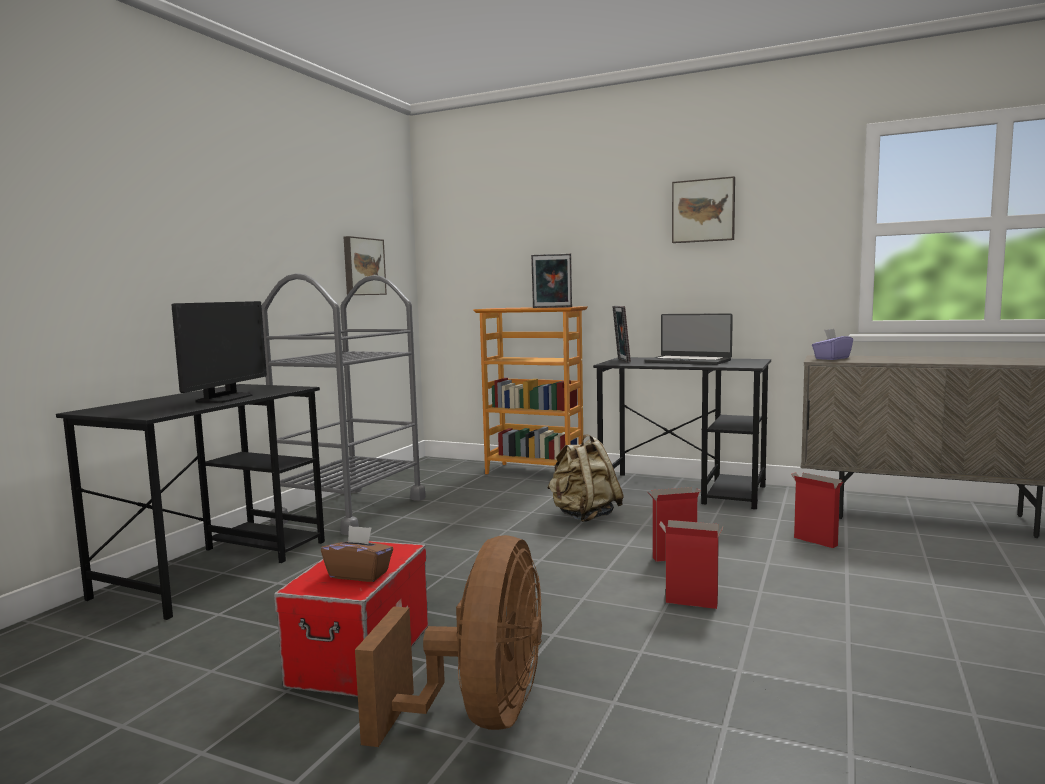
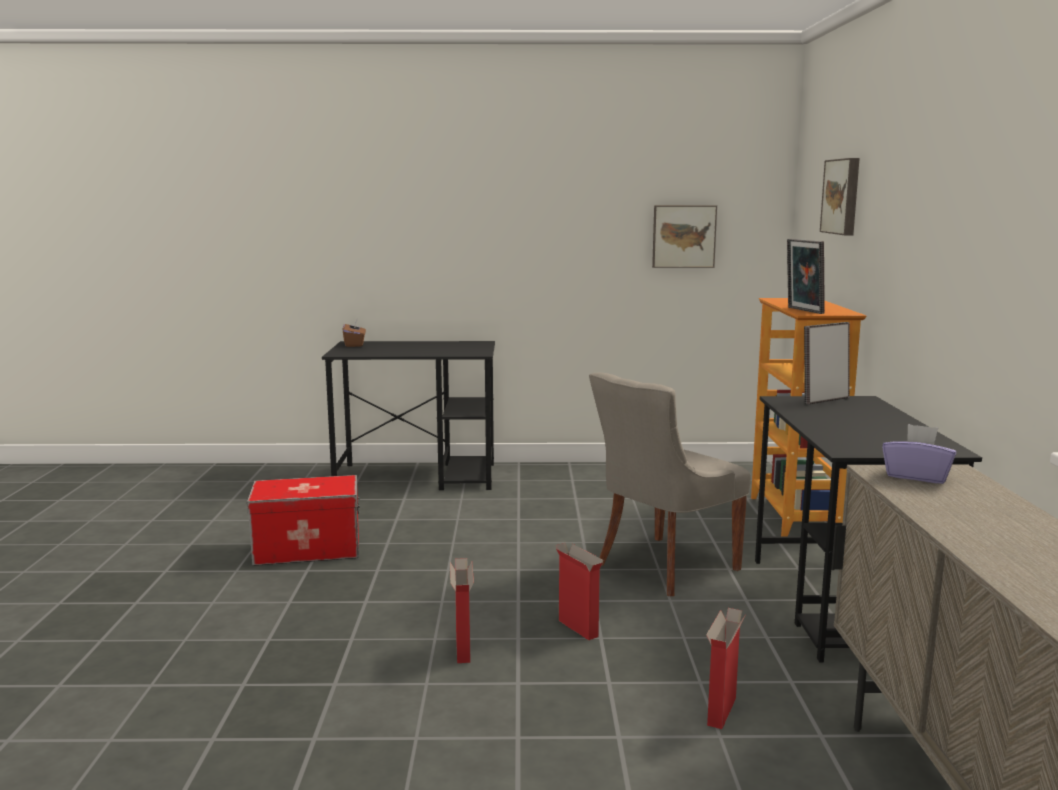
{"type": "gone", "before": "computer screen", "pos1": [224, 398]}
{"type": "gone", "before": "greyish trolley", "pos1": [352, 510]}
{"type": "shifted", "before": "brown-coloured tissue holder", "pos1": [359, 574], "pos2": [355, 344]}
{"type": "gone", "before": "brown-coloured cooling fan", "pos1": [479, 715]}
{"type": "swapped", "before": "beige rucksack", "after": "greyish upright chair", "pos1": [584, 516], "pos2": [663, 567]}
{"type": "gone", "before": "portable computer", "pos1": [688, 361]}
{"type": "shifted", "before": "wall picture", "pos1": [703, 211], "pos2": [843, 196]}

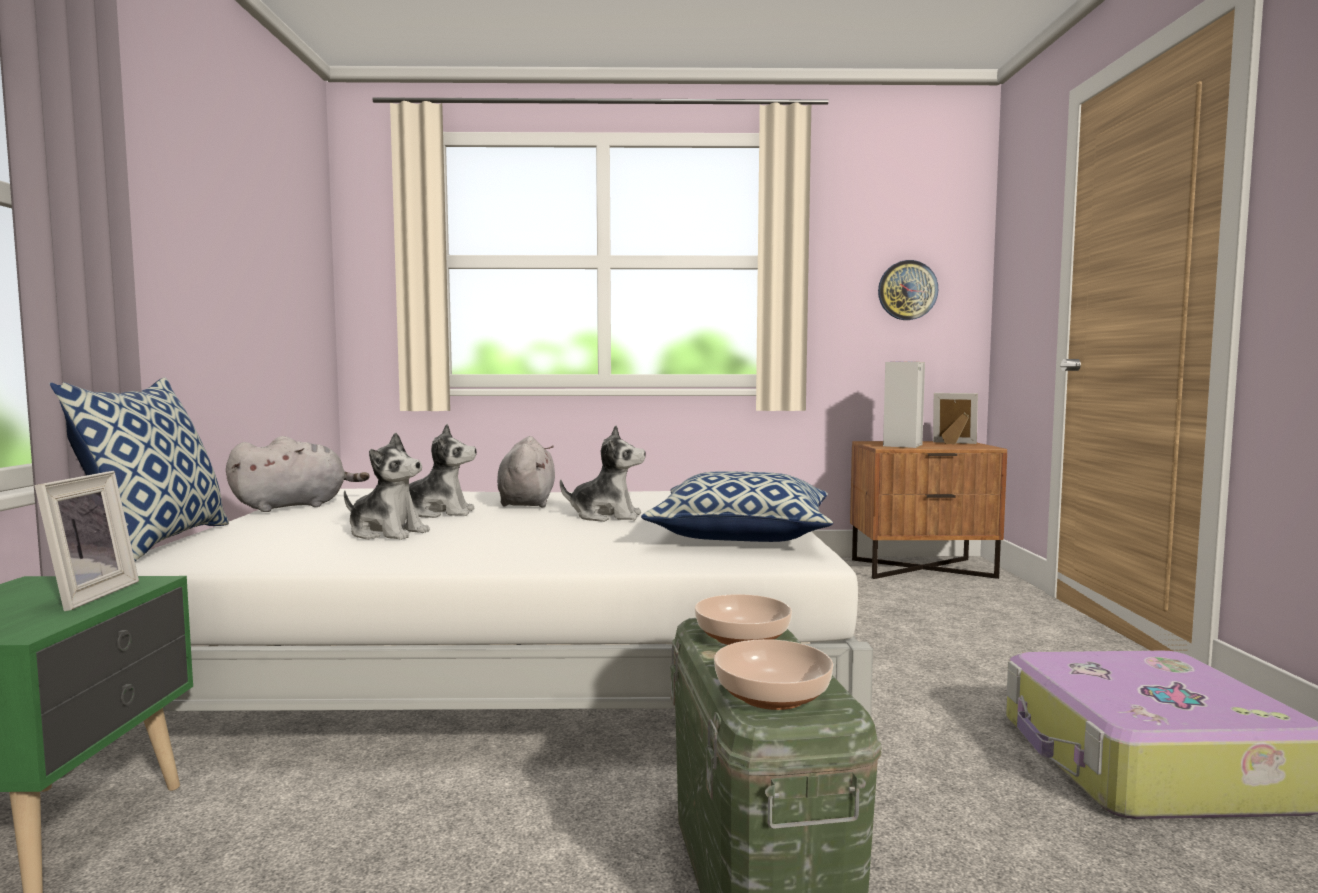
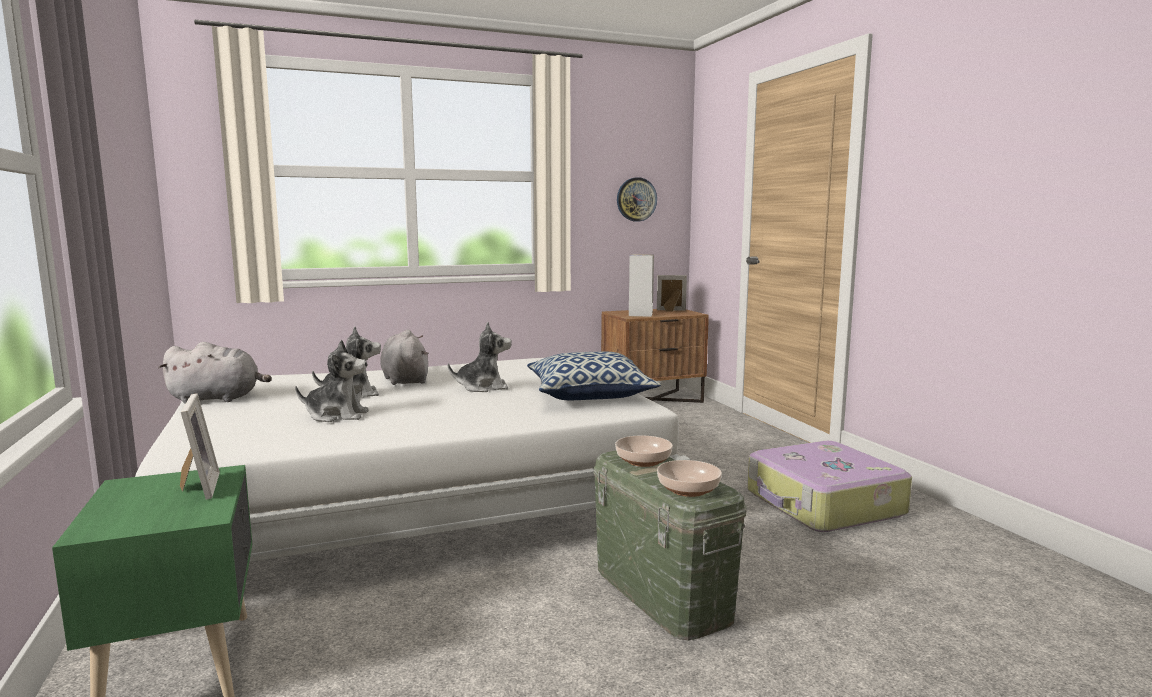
{"type": "gone", "before": "throw pillow", "pos1": [155, 542]}
{"type": "rotated", "before": "greyish cuddly toy", "pos1": [295, 506], "pos2": [218, 399], "turn": 45}

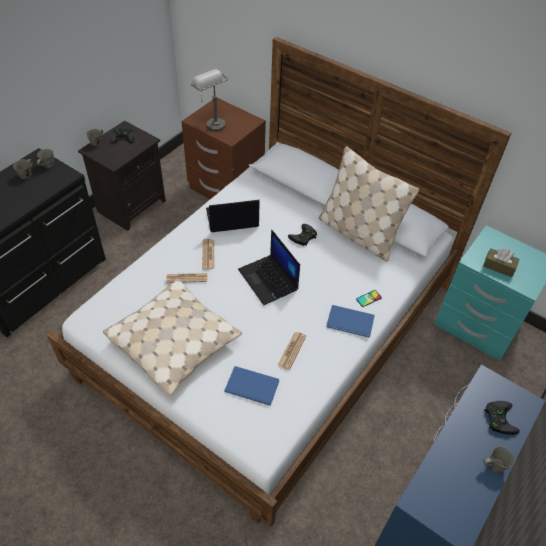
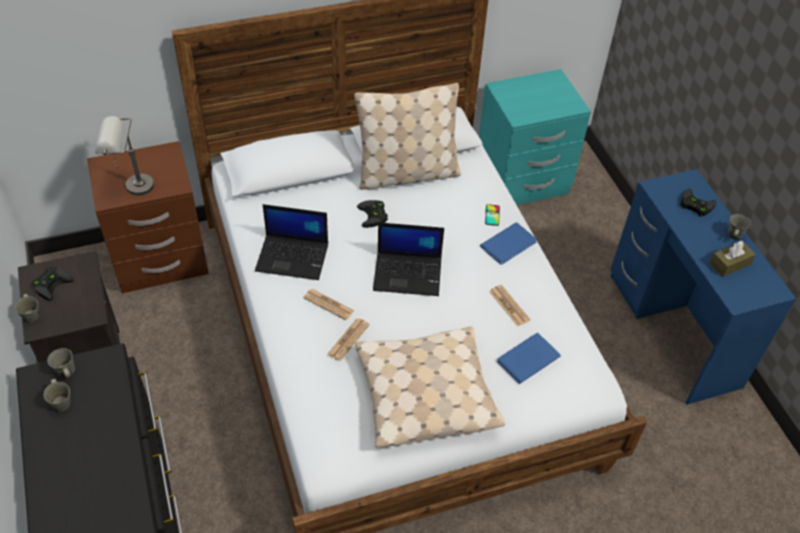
{"type": "rotated", "before": "portable computer", "pos1": [231, 218], "pos2": [293, 257], "turn": -105}
{"type": "shifted", "before": "brown-coloured tissue holder", "pos1": [499, 266], "pos2": [729, 264]}

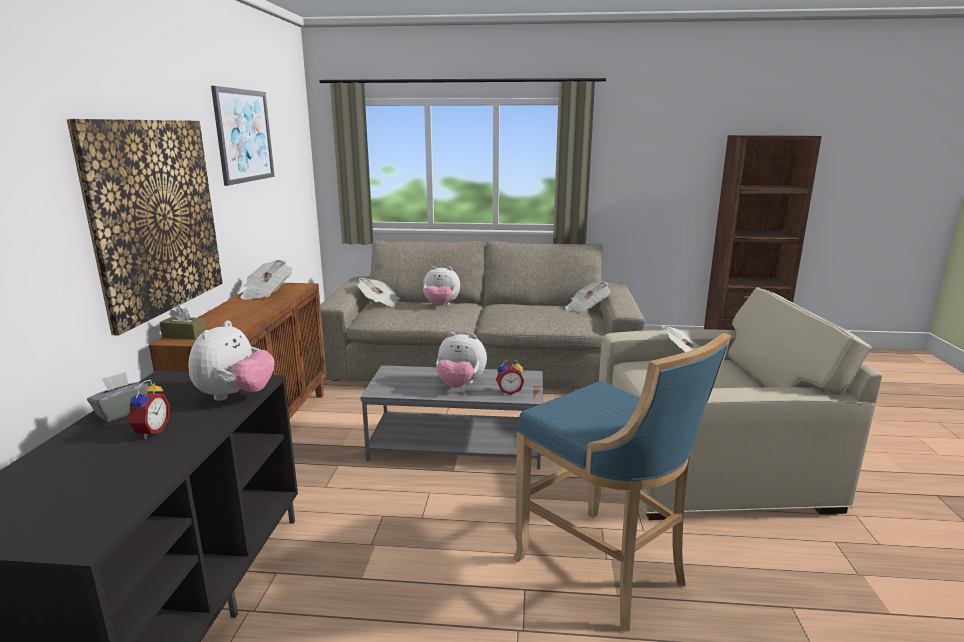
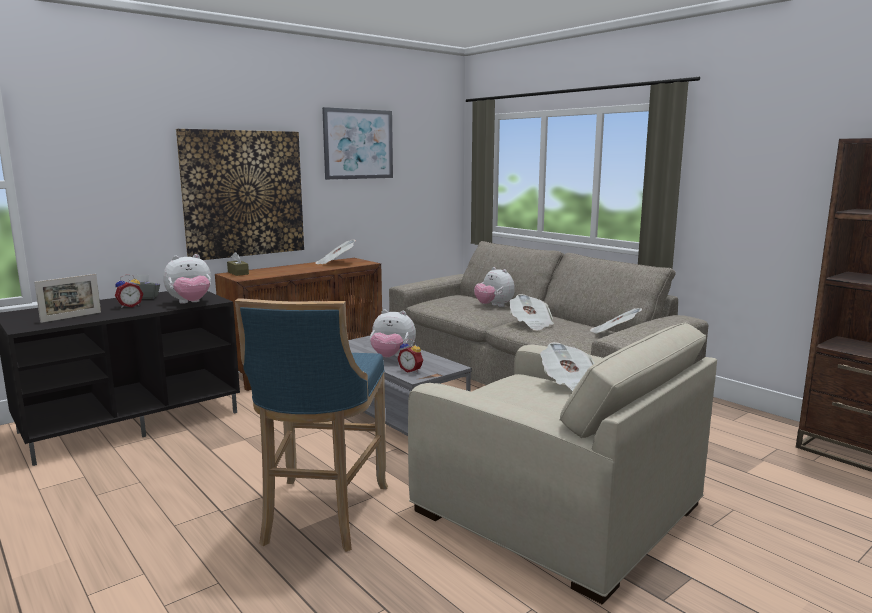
{"type": "shifted", "before": "newspaper", "pos1": [379, 303], "pos2": [531, 324]}
{"type": "rotated", "before": "cuddly toy", "pos1": [460, 385], "pos2": [392, 357], "turn": -45}
{"type": "new", "after": "standing frame", "pos2": [71, 317]}

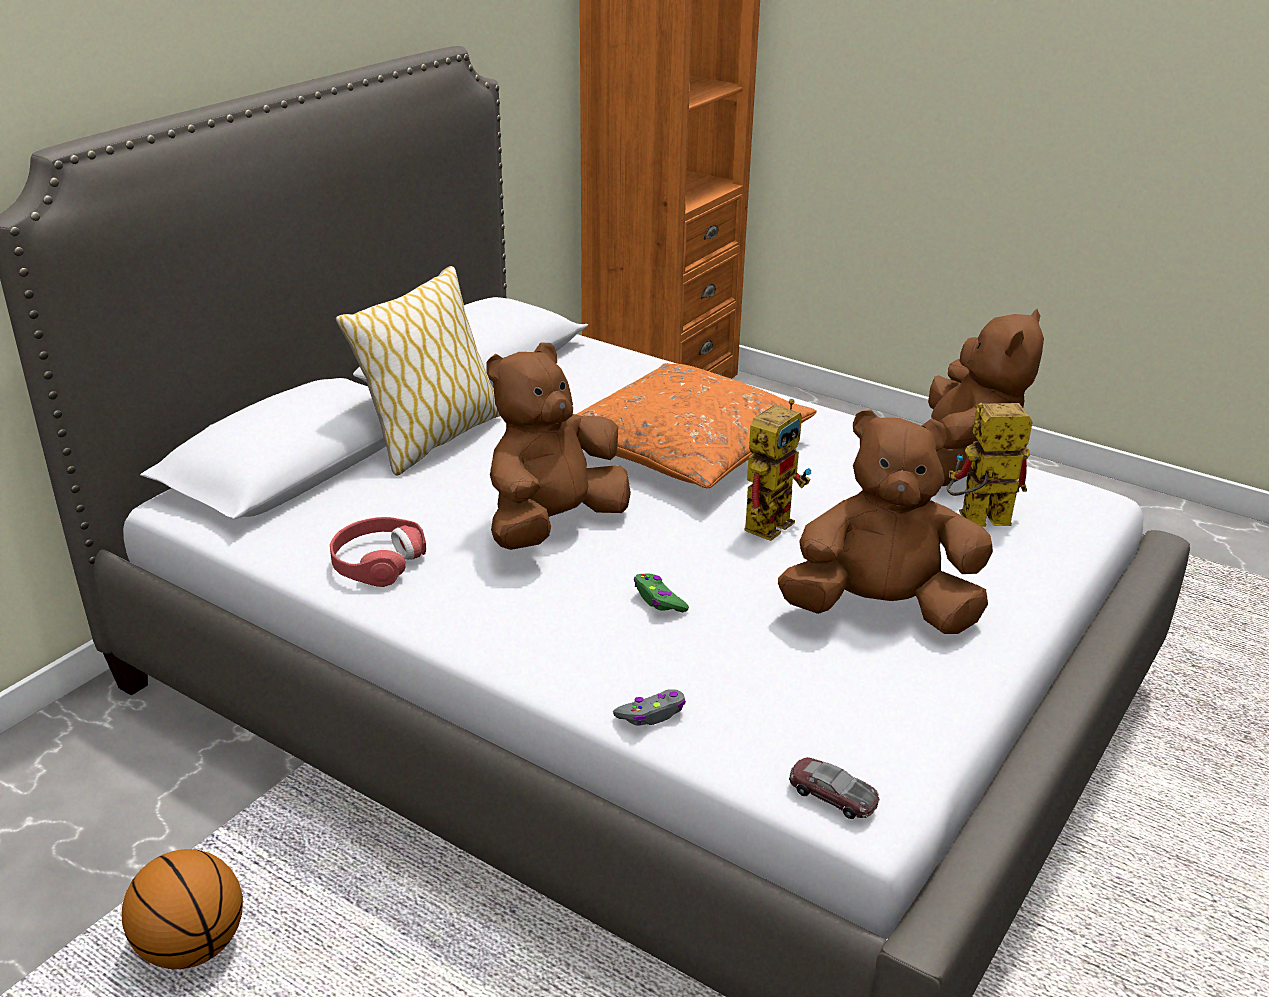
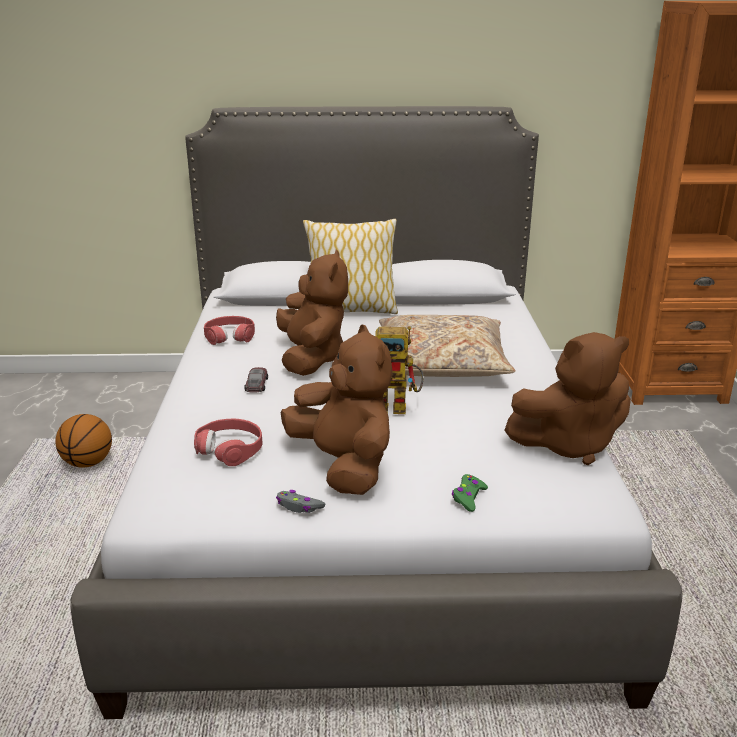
{"type": "rotated", "before": "brown-coloured cuddly toy", "pos1": [553, 525], "pos2": [311, 358], "turn": 75}
{"type": "repainted", "before": "orange-coloured throw pillow", "after": "beige throw pillow", "pos1": [684, 447], "pos2": [441, 362]}
{"type": "shifted", "before": "greyish joypad", "pos1": [652, 714], "pos2": [299, 506]}
{"type": "shifted", "before": "greenish joypad", "pos1": [659, 600], "pos2": [468, 497]}
{"type": "shifted", "before": "model car", "pos1": [832, 795], "pos2": [256, 384]}
{"type": "gone", "before": "toy robot", "pos1": [975, 522]}
{"type": "new", "after": "red-coloured pair of headphones", "pos2": [230, 449]}

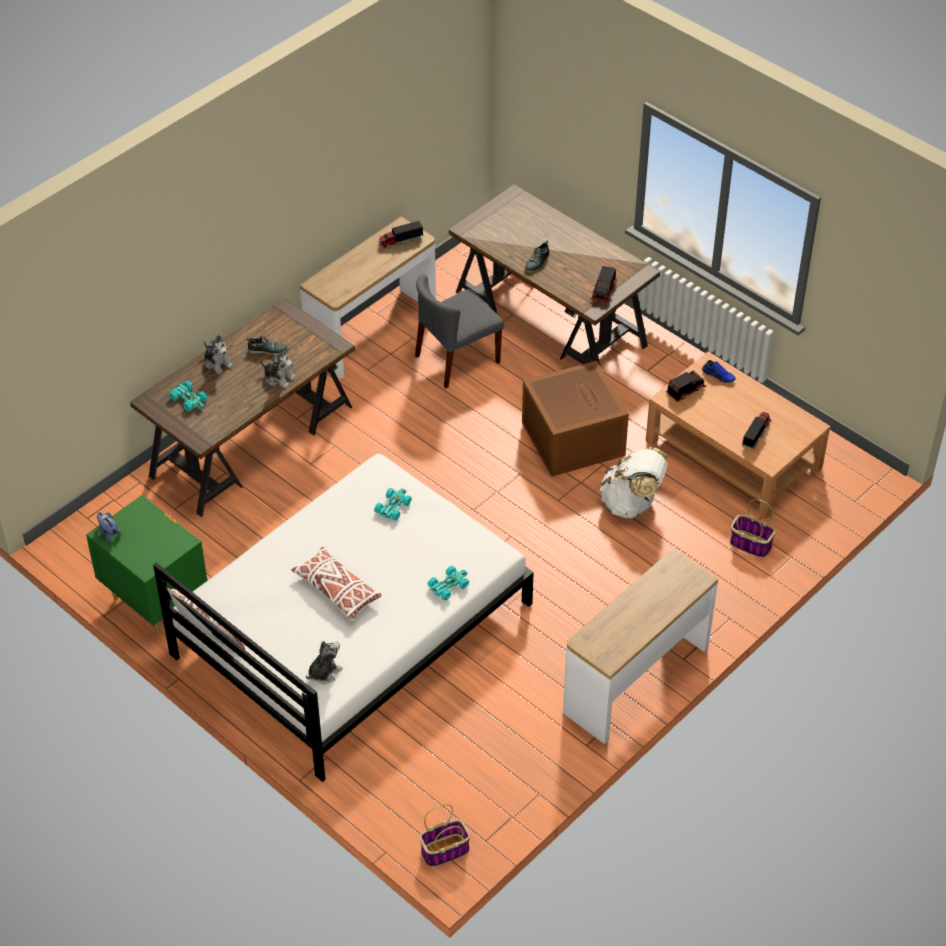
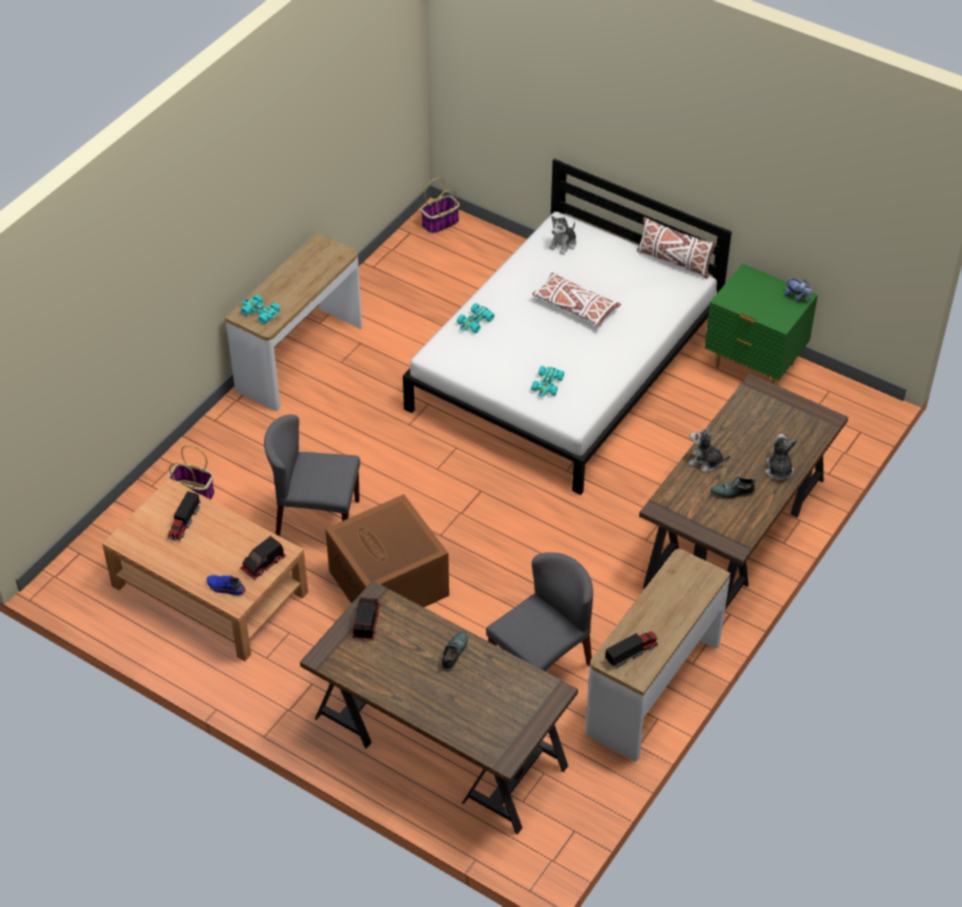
{"type": "shifted", "before": "blue-green model car", "pos1": [189, 399], "pos2": [260, 312]}
{"type": "rotated", "before": "cuddly toy", "pos1": [218, 363], "pos2": [778, 470], "turn": 45}
{"type": "swapped", "before": "white-coloured rucksack", "after": "greyish upright chair", "pos1": [632, 503], "pos2": [317, 519]}

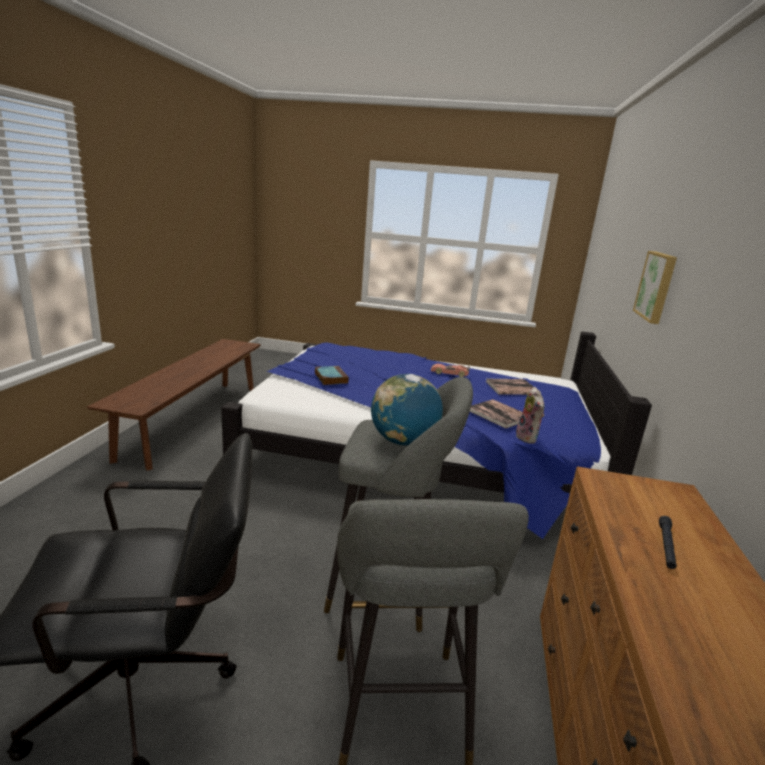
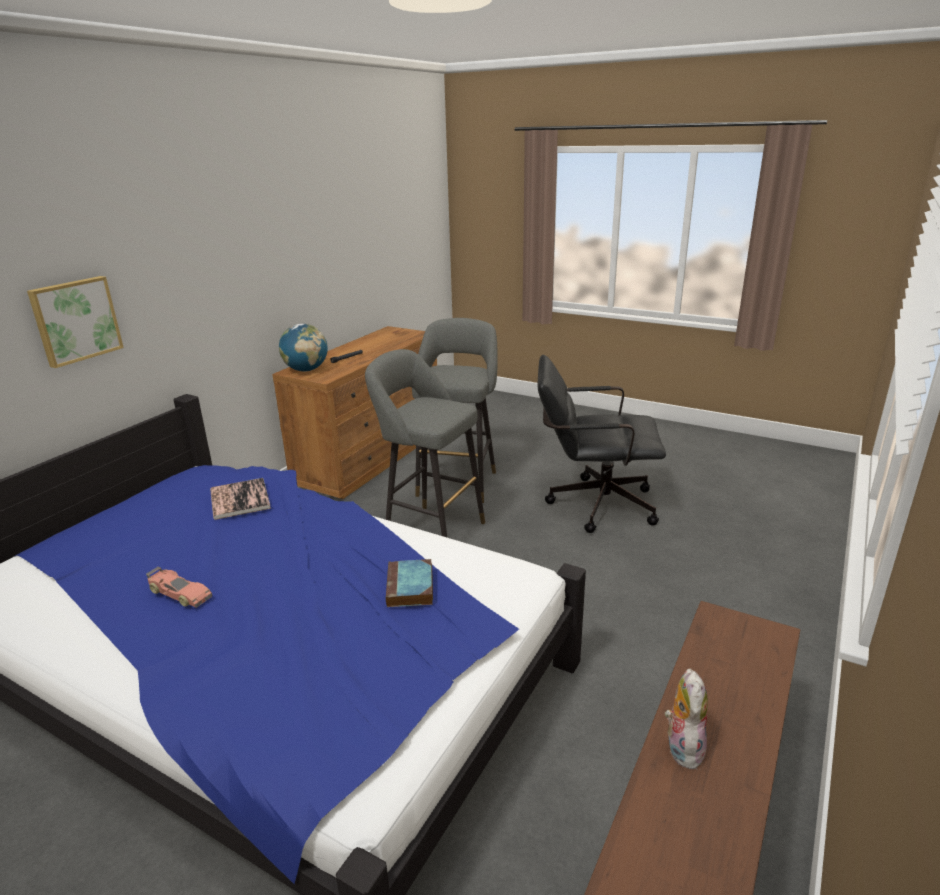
{"type": "shifted", "before": "world globe", "pos1": [403, 441], "pos2": [306, 370]}
{"type": "gone", "before": "volume", "pos1": [512, 388]}
{"type": "shifted", "before": "cuddly toy", "pos1": [528, 438], "pos2": [682, 747]}

